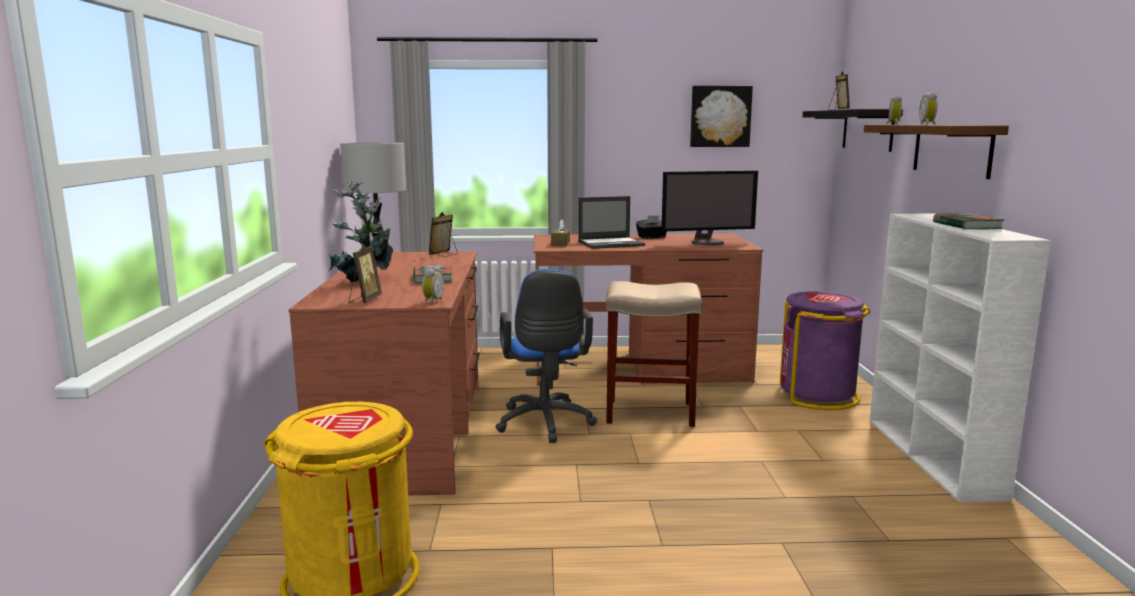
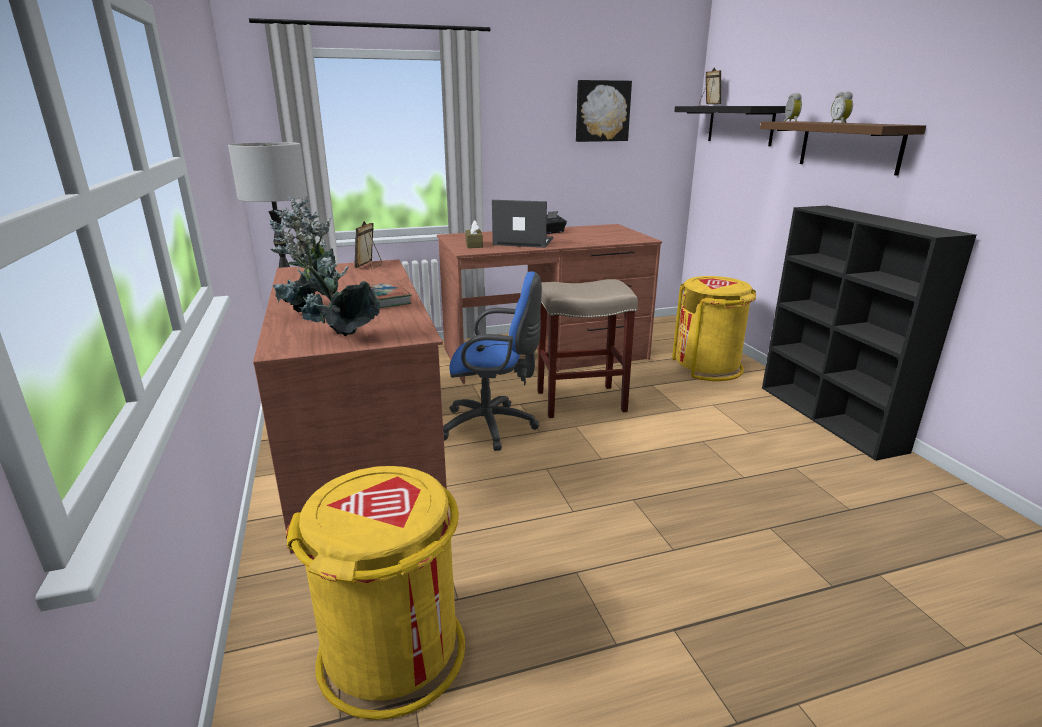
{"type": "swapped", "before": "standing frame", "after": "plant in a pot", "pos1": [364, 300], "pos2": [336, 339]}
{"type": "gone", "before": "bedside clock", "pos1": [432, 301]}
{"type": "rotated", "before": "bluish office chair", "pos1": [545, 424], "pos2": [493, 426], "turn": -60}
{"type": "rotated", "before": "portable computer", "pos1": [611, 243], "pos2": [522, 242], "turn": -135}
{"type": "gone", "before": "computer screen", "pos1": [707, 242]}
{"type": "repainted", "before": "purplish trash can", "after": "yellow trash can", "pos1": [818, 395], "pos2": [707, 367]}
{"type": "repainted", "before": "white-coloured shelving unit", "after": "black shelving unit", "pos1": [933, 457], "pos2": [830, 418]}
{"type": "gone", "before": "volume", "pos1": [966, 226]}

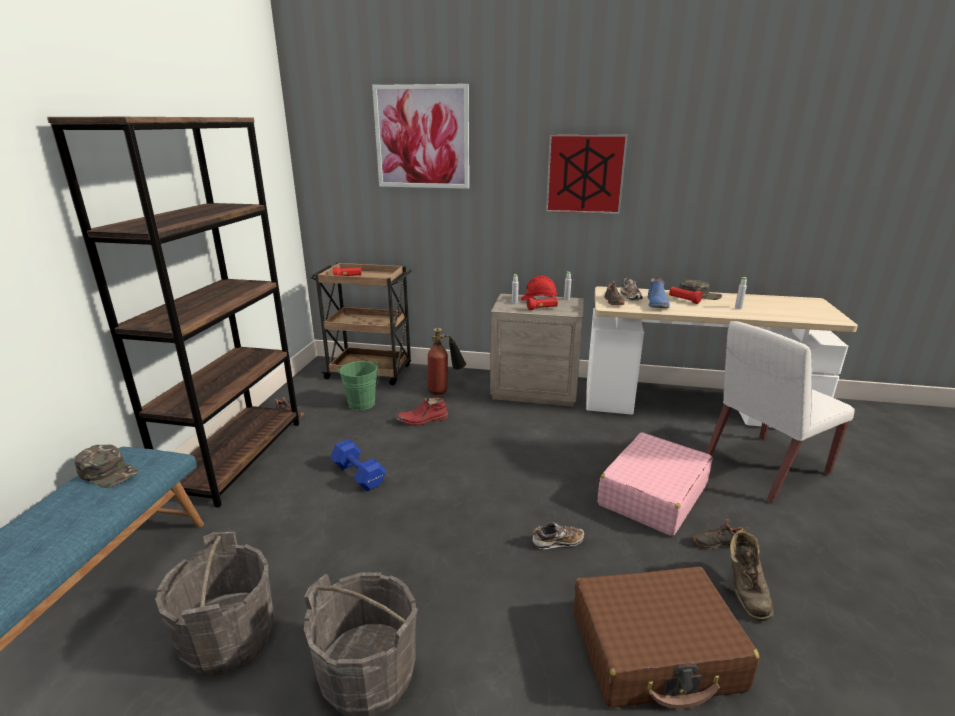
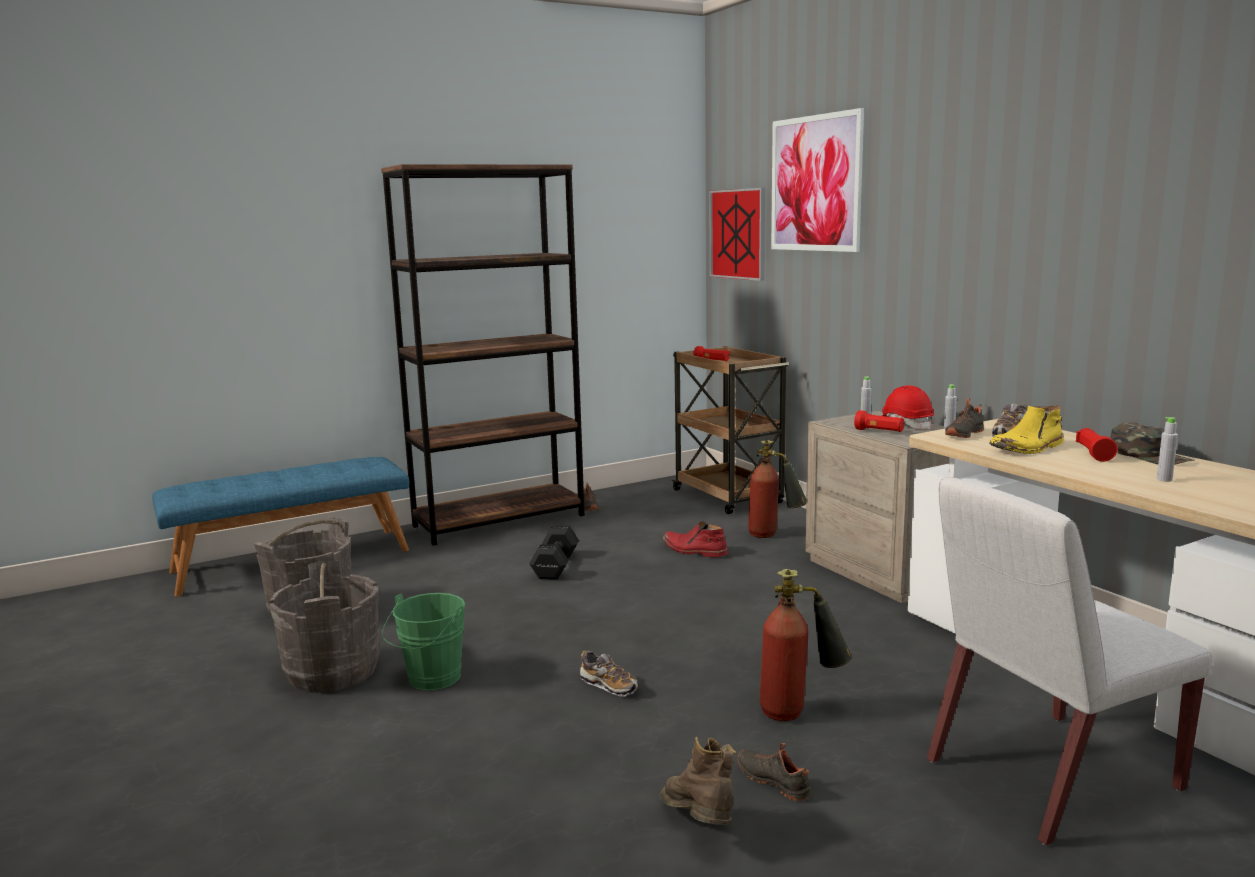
{"type": "gone", "before": "greenish baseball cap", "pos1": [108, 472]}
{"type": "repainted", "before": "bluish dumbbell", "after": "black dumbbell", "pos1": [359, 476], "pos2": [554, 567]}
{"type": "shifted", "before": "greenish water bucket", "pos1": [362, 405], "pos2": [430, 680]}
{"type": "shifted", "before": "wall picture", "pos1": [585, 174], "pos2": [737, 234]}
{"type": "gone", "before": "brown-coloured travel case", "pos1": [655, 650]}
{"type": "swapped", "before": "pink travel case", "after": "fire extinguisher", "pos1": [652, 495], "pos2": [799, 711]}
{"type": "repainted", "before": "bluish boot", "after": "yellow boot", "pos1": [657, 304], "pos2": [1027, 448]}
{"type": "rotated", "before": "white-coloured upright chair", "pos1": [764, 468], "pos2": [1049, 776], "turn": -45}
{"type": "rotated", "before": "brown-coloured boot", "pos1": [744, 592], "pos2": [700, 825], "turn": 105}

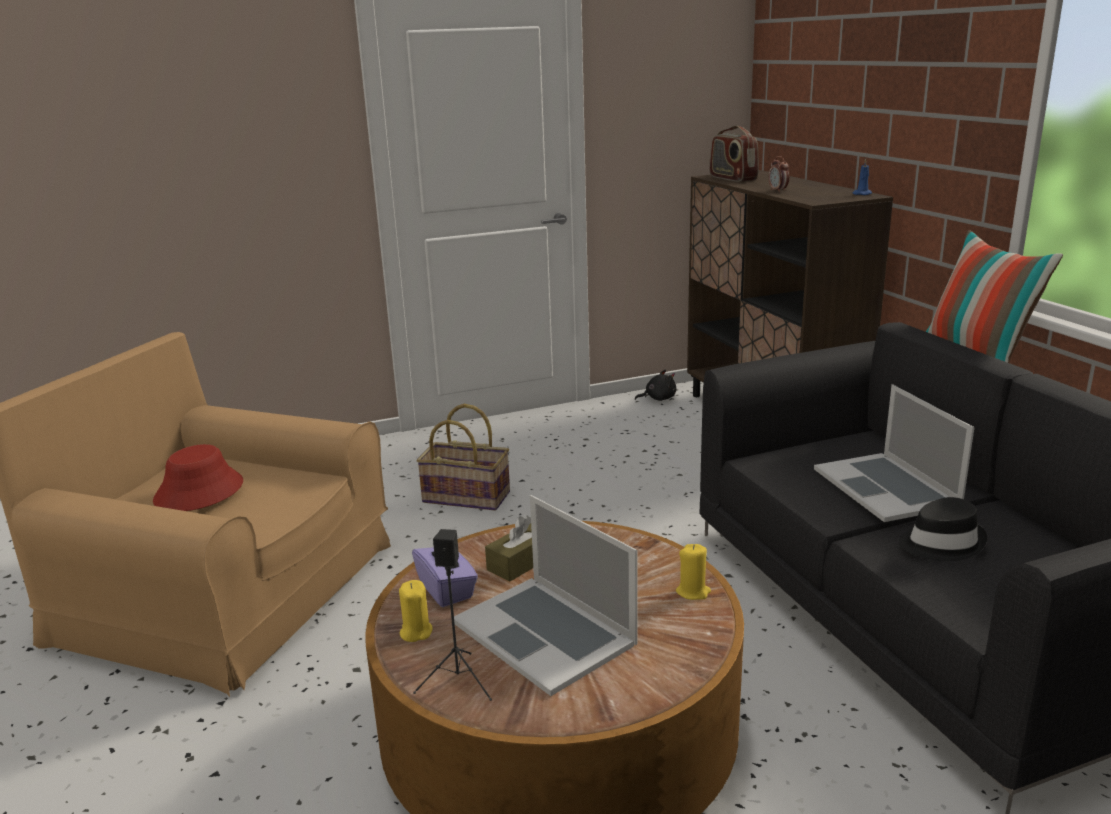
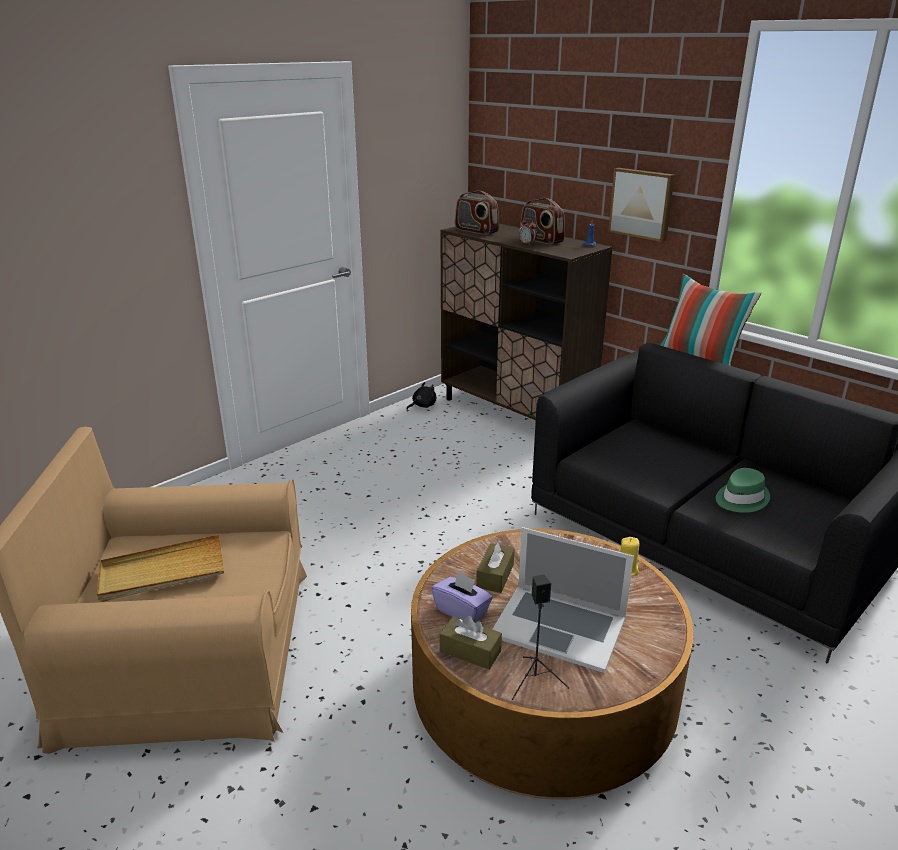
{"type": "swapped", "before": "red-coloured clothing hat", "after": "beige serving tray", "pos1": [199, 492], "pos2": [162, 572]}
{"type": "swapped", "before": "yellow wax light", "after": "brown-coloured tissue holder", "pos1": [416, 632], "pos2": [470, 651]}
{"type": "gone", "before": "basket", "pos1": [467, 496]}
{"type": "gone", "before": "portable computer", "pos1": [886, 487]}
{"type": "repainted", "before": "black clothing hat", "after": "greenish clothing hat", "pos1": [940, 543], "pos2": [740, 499]}
{"type": "new", "after": "radio set", "pos2": [541, 240]}
{"type": "new", "after": "wall picture", "pos2": [642, 203]}

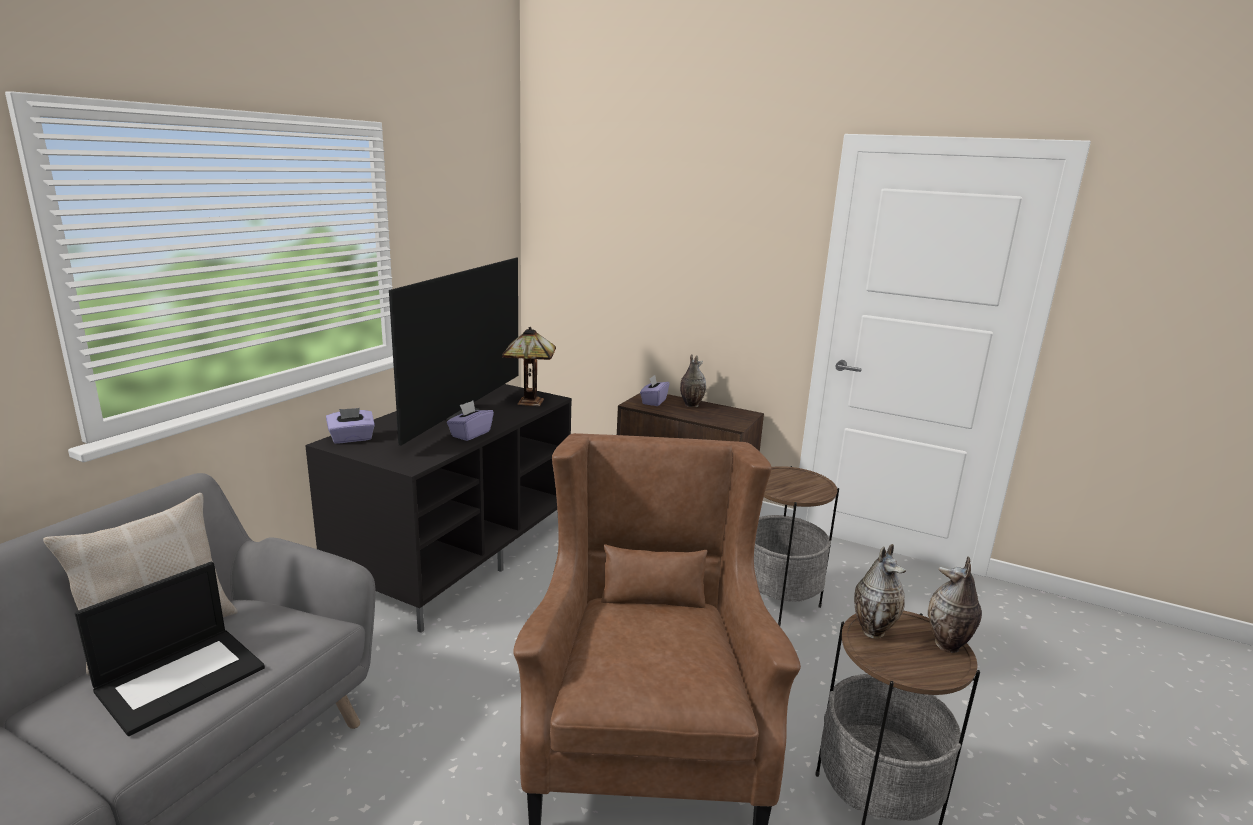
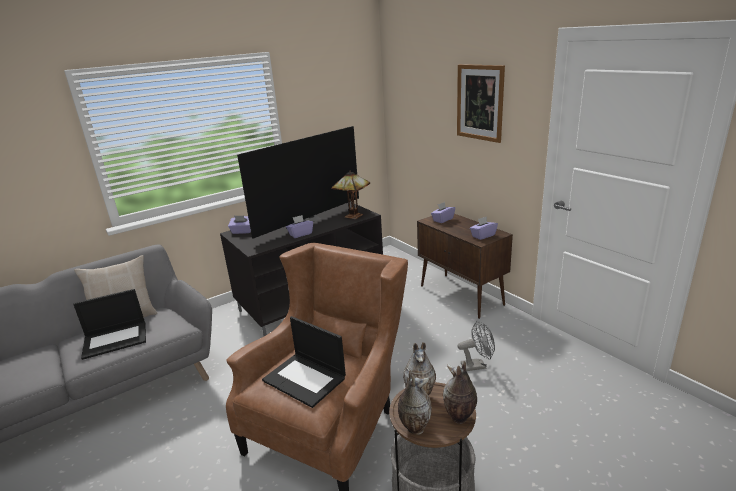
{"type": "shifted", "before": "vase", "pos1": [690, 405], "pos2": [414, 427]}
{"type": "swapped", "before": "end table", "after": "greyish cooling fan", "pos1": [777, 601], "pos2": [477, 365]}
{"type": "new", "after": "portable computer", "pos2": [305, 379]}
{"type": "new", "after": "wall picture", "pos2": [480, 102]}
{"type": "new", "after": "purplish tissue holder", "pos2": [483, 235]}

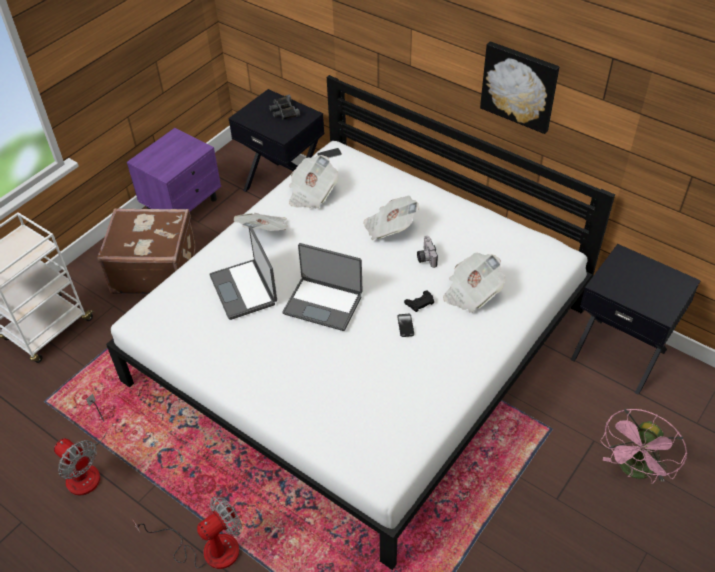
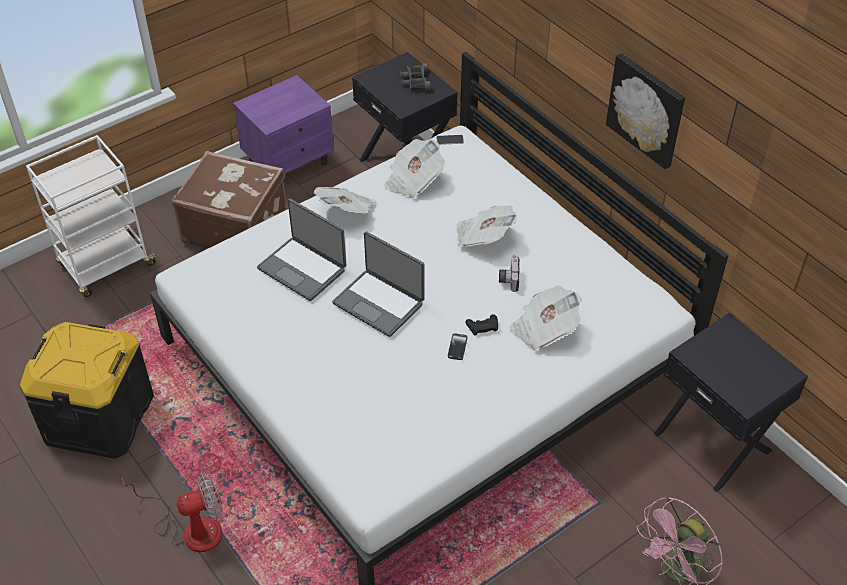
{"type": "swapped", "before": "cooling fan", "after": "black storage bin", "pos1": [86, 468], "pos2": [99, 416]}
{"type": "rotated", "before": "portable computer", "pos1": [245, 289], "pos2": [303, 268], "turn": -45}

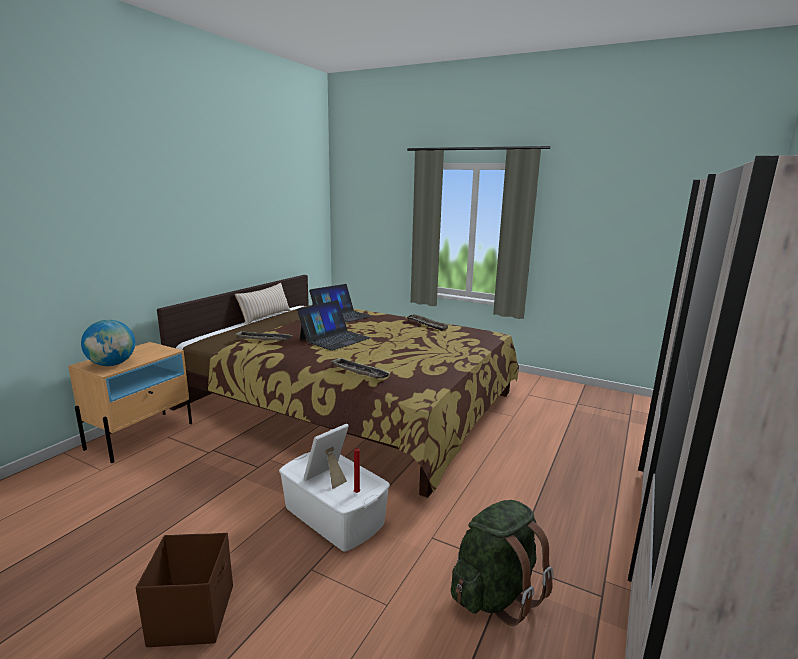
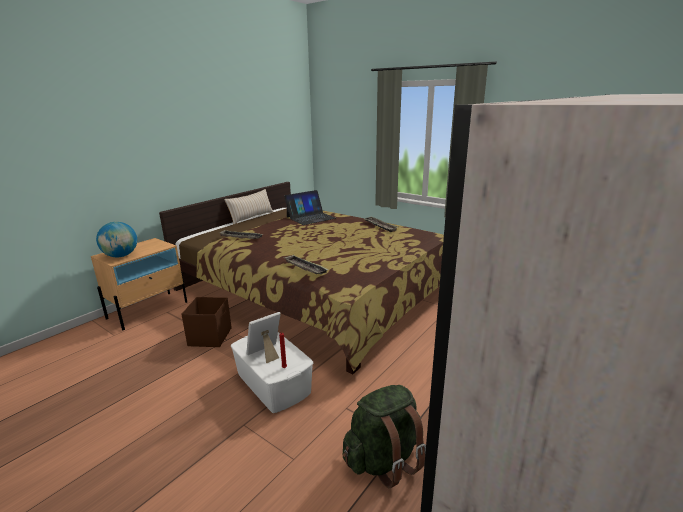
{"type": "shifted", "before": "brown-coloured storage bin", "pos1": [193, 614], "pos2": [210, 336]}
{"type": "gone", "before": "portable computer", "pos1": [335, 338]}

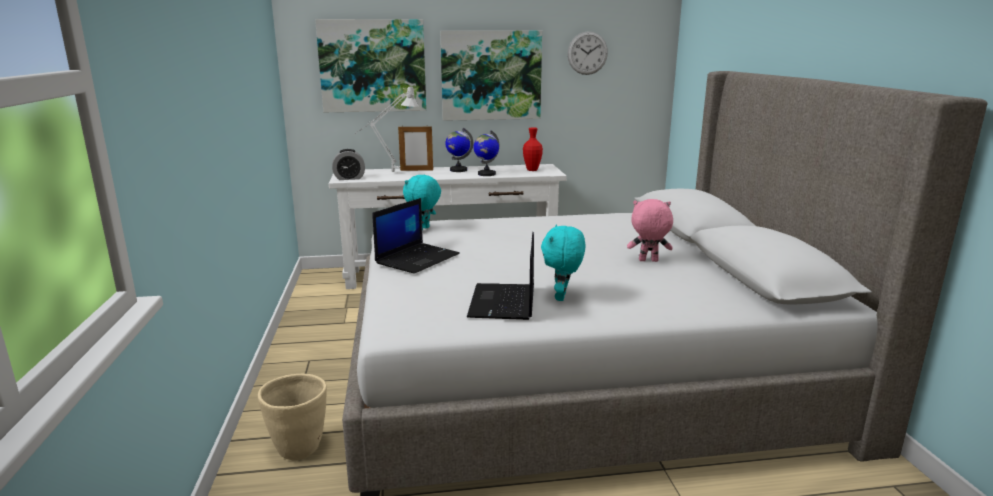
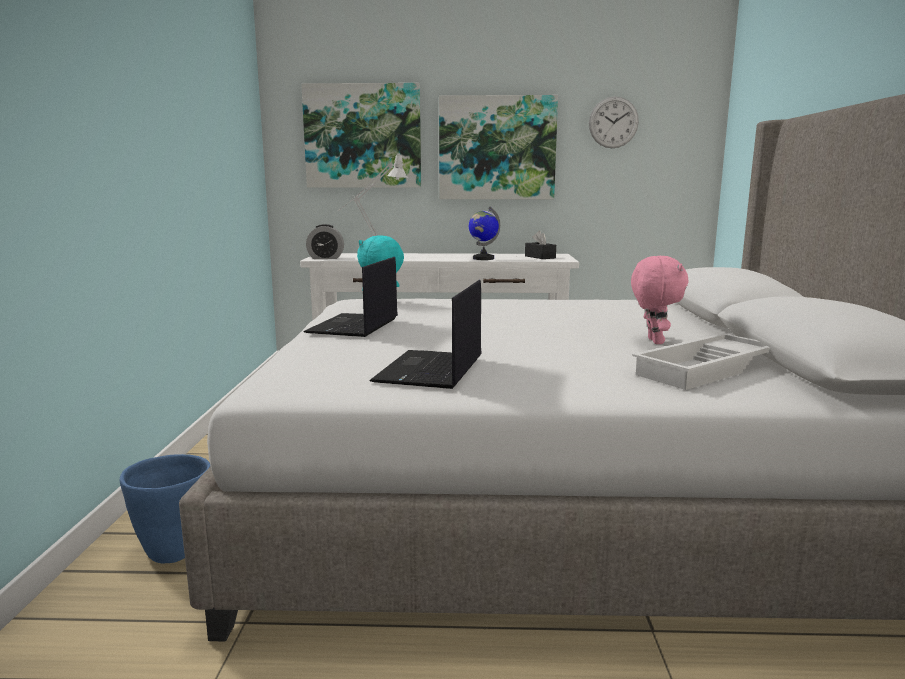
{"type": "repainted", "before": "beige planter", "after": "bluish planter", "pos1": [299, 449], "pos2": [175, 550]}
{"type": "rotated", "before": "portable computer", "pos1": [417, 258], "pos2": [354, 326], "turn": 150}
{"type": "gone", "before": "standing frame", "pos1": [416, 170]}
{"type": "gone", "before": "world globe", "pos1": [458, 170]}
{"type": "swapped", "before": "red-coloured vase", "after": "black tissue holder", "pos1": [532, 170], "pos2": [540, 257]}
{"type": "gone", "before": "blue-green cuddly toy", "pos1": [562, 297]}
{"type": "rotated", "before": "pink cuddly toy", "pos1": [648, 261], "pos2": [653, 341], "turn": 75}
{"type": "new", "after": "white-coloured serving tray", "pos2": [706, 370]}

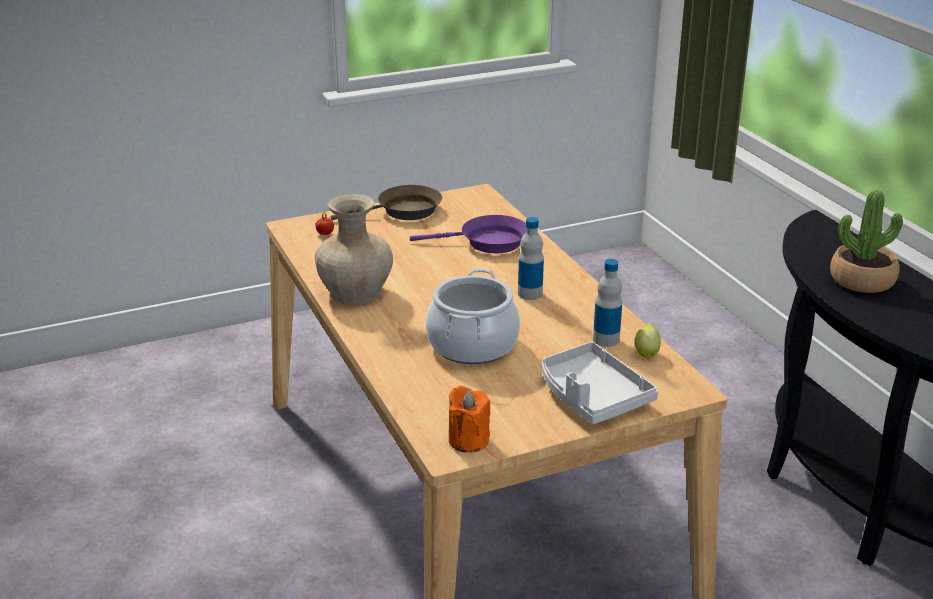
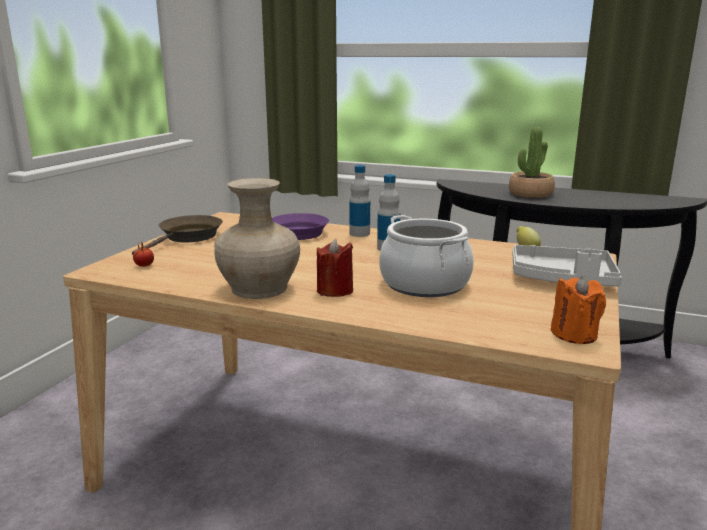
{"type": "shifted", "before": "bottle", "pos1": [606, 339], "pos2": [359, 233]}
{"type": "new", "after": "red-coloured wax light", "pos2": [335, 291]}

